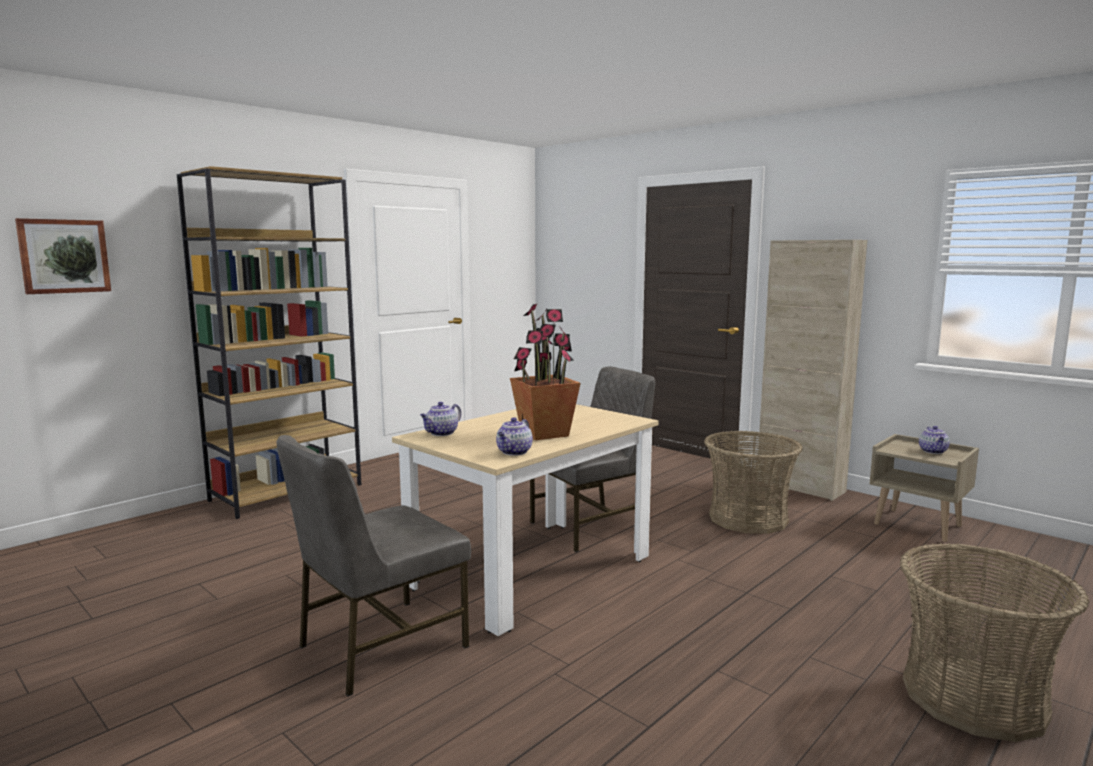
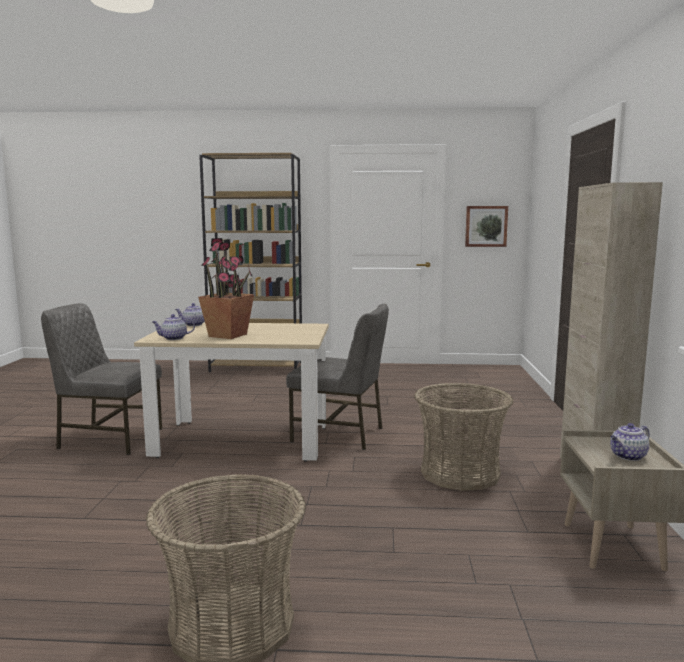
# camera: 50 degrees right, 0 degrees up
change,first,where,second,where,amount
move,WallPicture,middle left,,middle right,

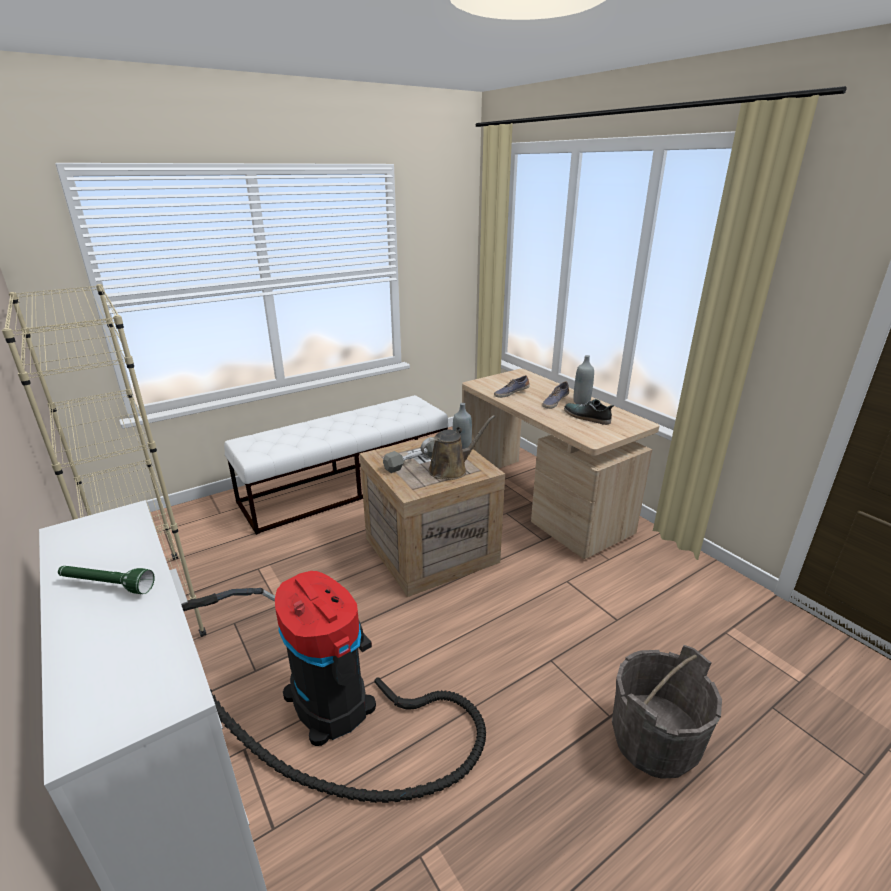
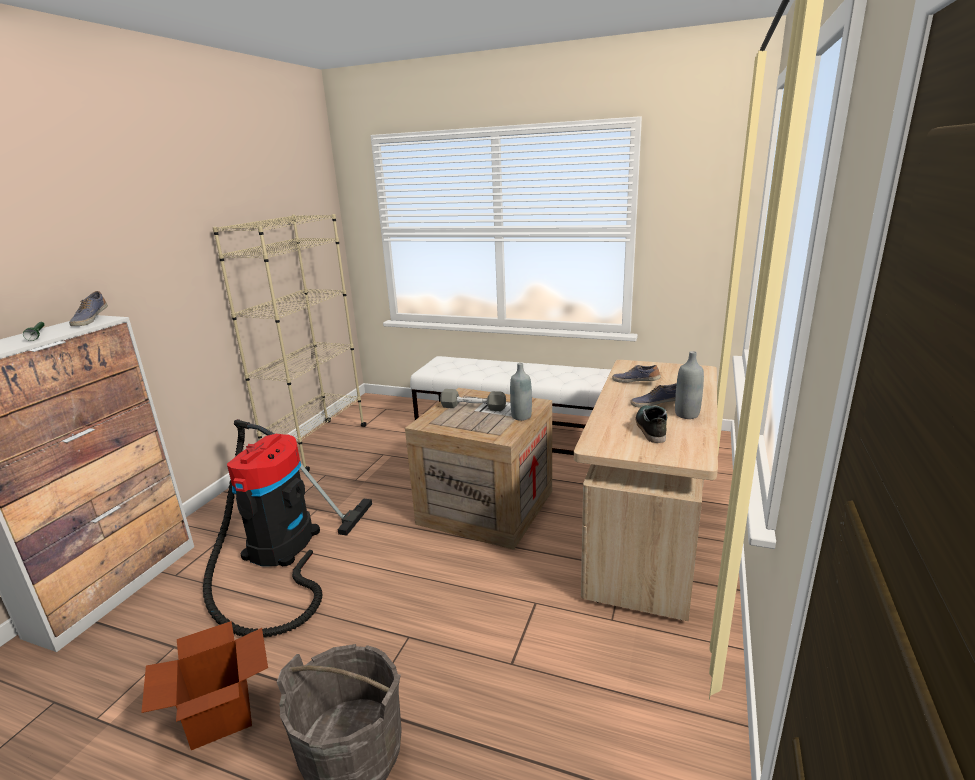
# camera: 55 degrees right, 5 degrees down
change,first,where,second,where,amount
delete,BrownishSprinklingCan,centre,,,
insert,,,LowShoe (1st from left),middle left,
insert,,,PackingBox,bottom left,

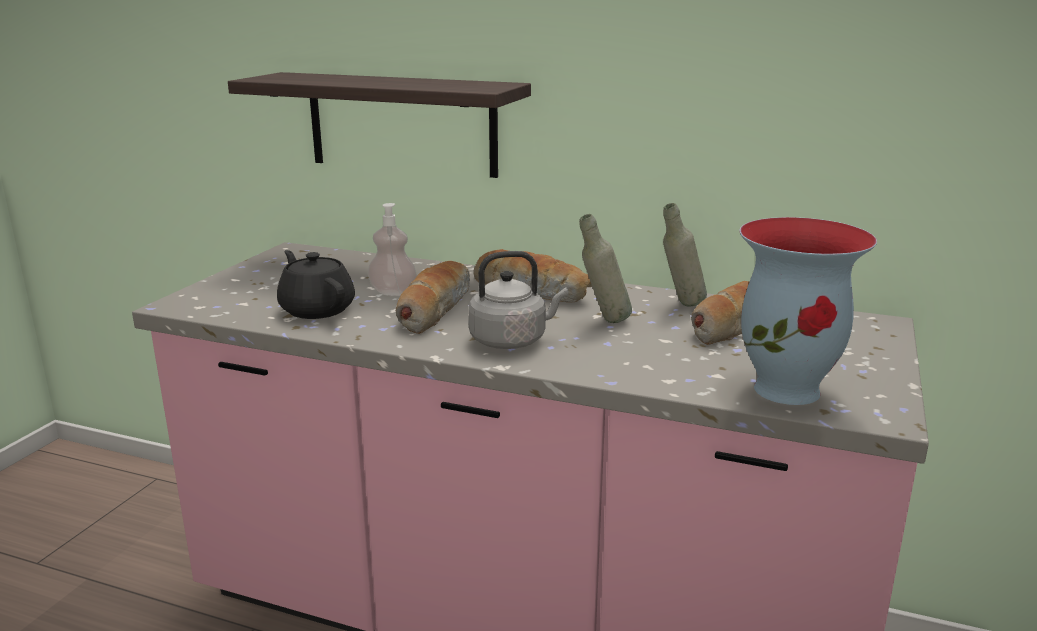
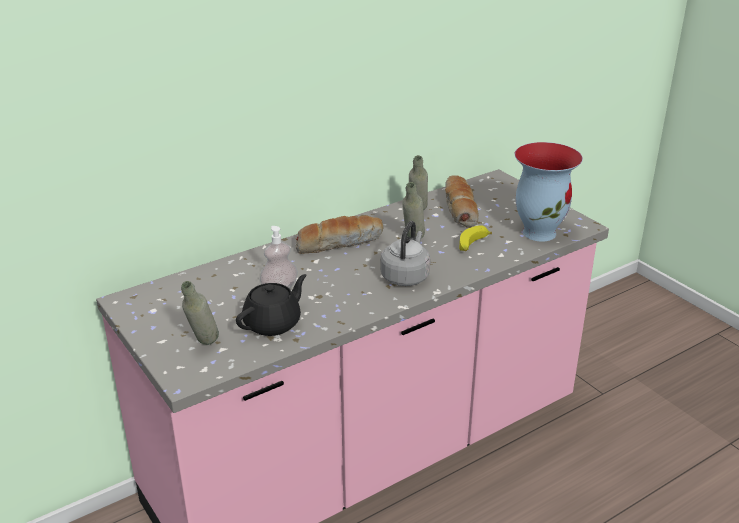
# camera: 55 degrees left, 10 degrees up
change,first,where,second,where,amount
delete,BracketShelf,top centre,,,
delete,Bread (1st from left),centre,,,
insert,,,GreyBeverageBottle (1st from left),middle left,
insert,,,WholeBanana,centre,
rotate,BlackTeapot,middle left,,centre,135 degrees clockwise

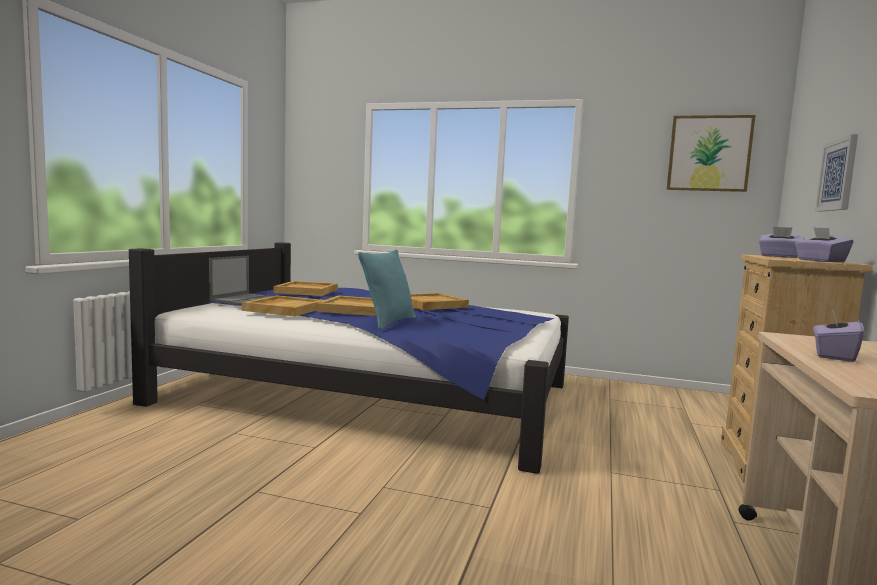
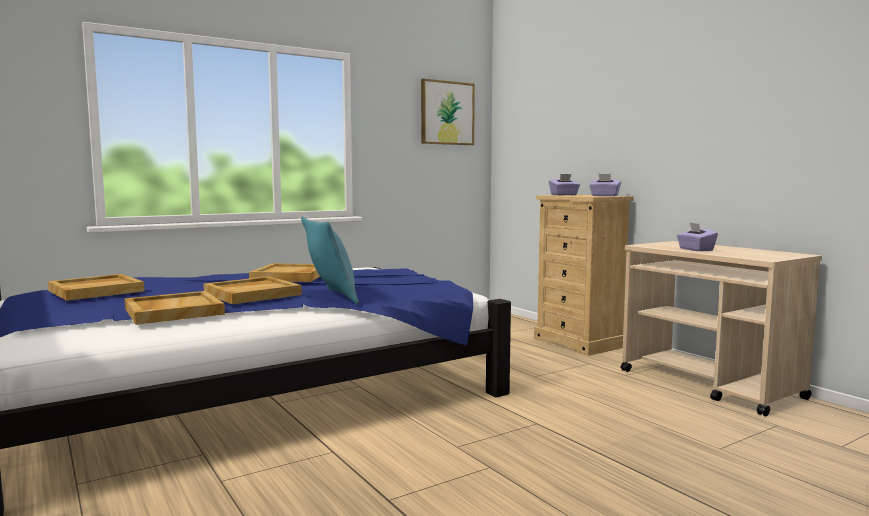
# camera: 50 degrees left, 0 degrees up
change,first,where,second,where,amount
delete,Laptop,middle left,,,
delete,WallPicture (2nd from left),top right,,,

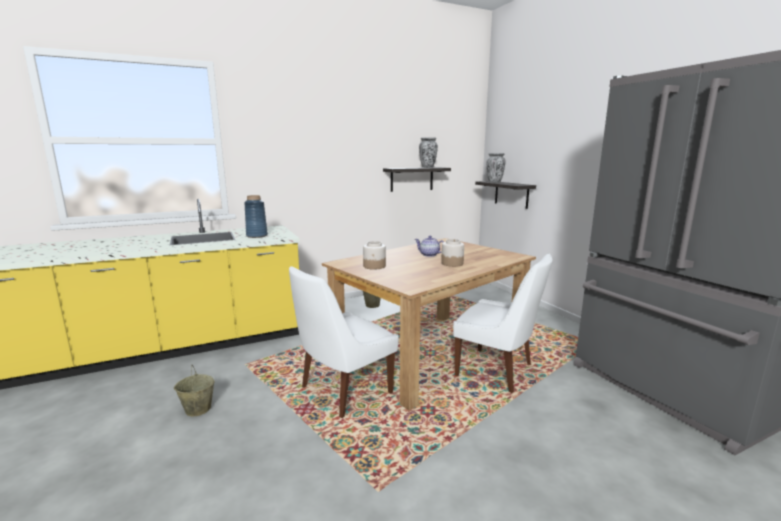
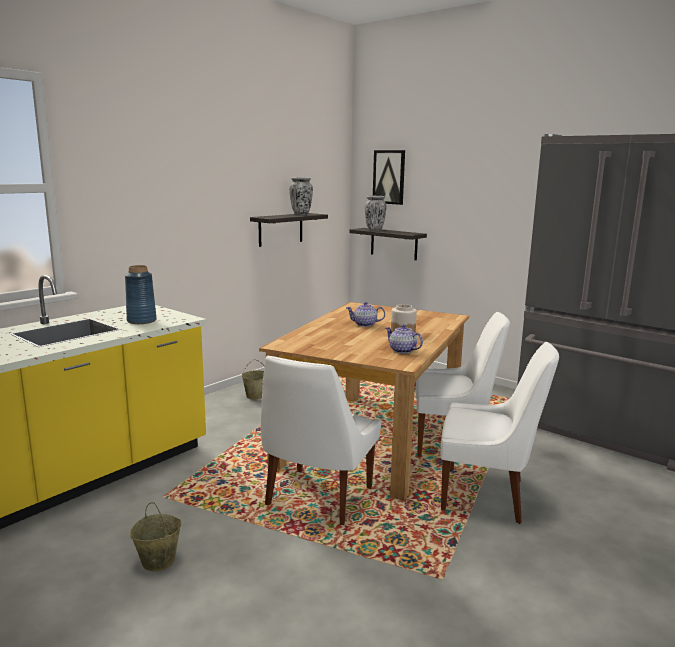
# camera: 25 degrees left, 0 degrees up
change,first,where,second,where,amount
delete,PreserveJar (1st from left),centre,,,
insert,,,WallPicture,top centre,
insert,,,Teapot (2nd from left),centre,
insert,,,WhitishPlainChair (3rd from left),bottom right,

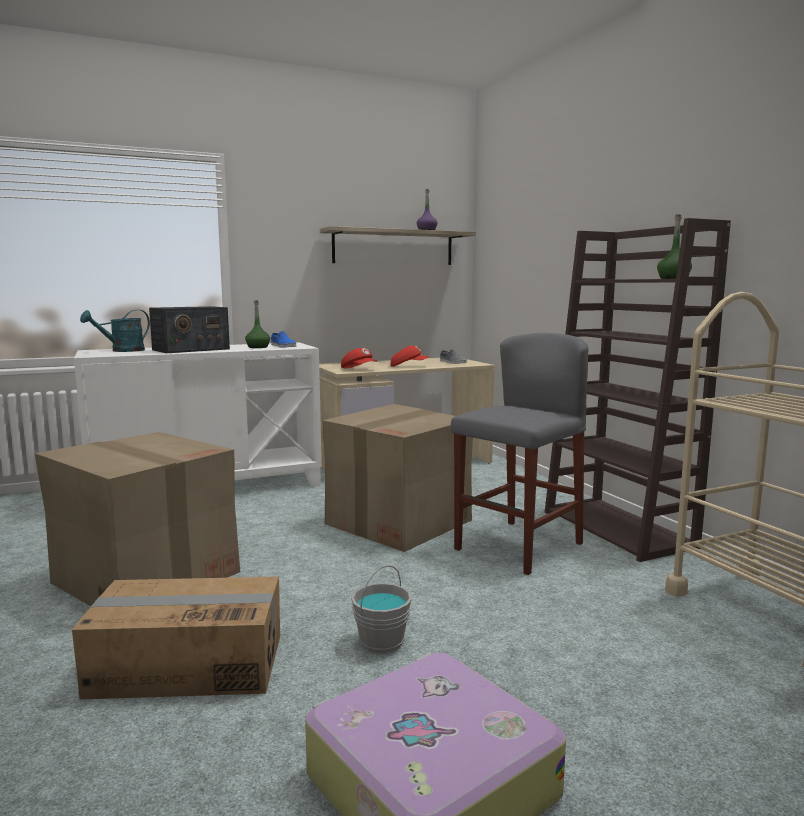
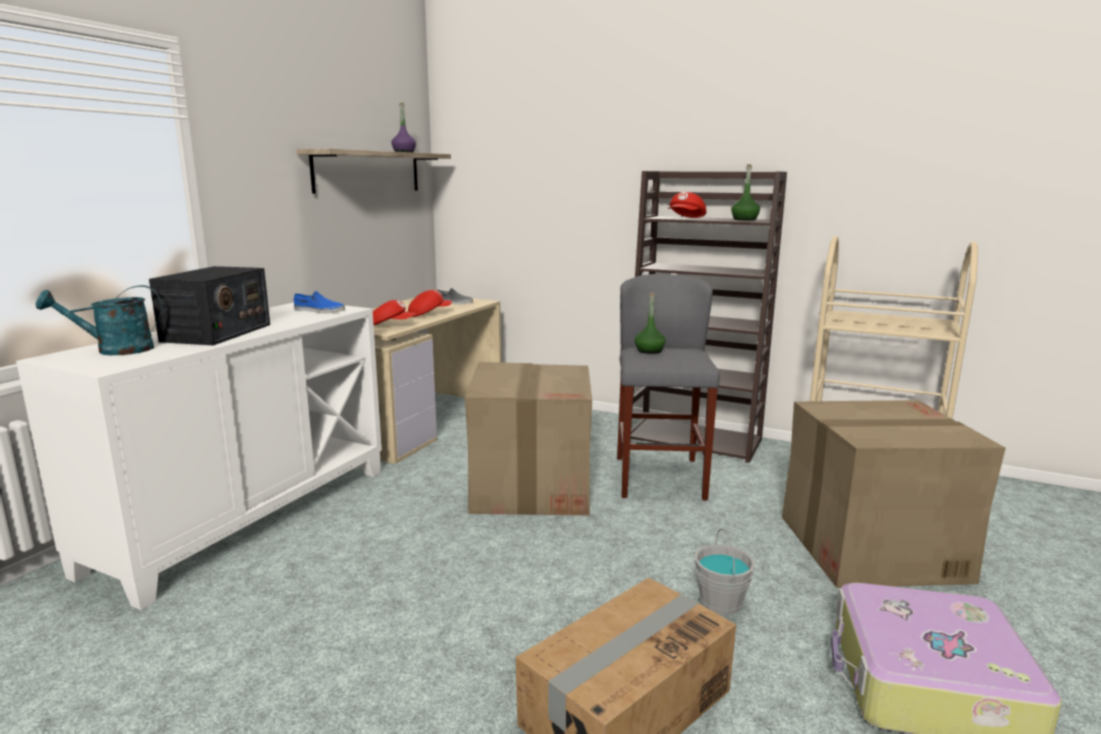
# camera: 40 degrees left, 5 degrees up
change,first,where,second,where,amount
insert,,,RedColouredCap (3rd from left),top centre,
move,PackingBox (1st from left in the first image),middle left,PackingBox (3rd from left),bottom right,
move,GreenColouredBeverageBottle (1st from left),middle left,,centre,
rotate,BlueGreenSprinklingCan,middle left,,middle left,60 degrees clockwise

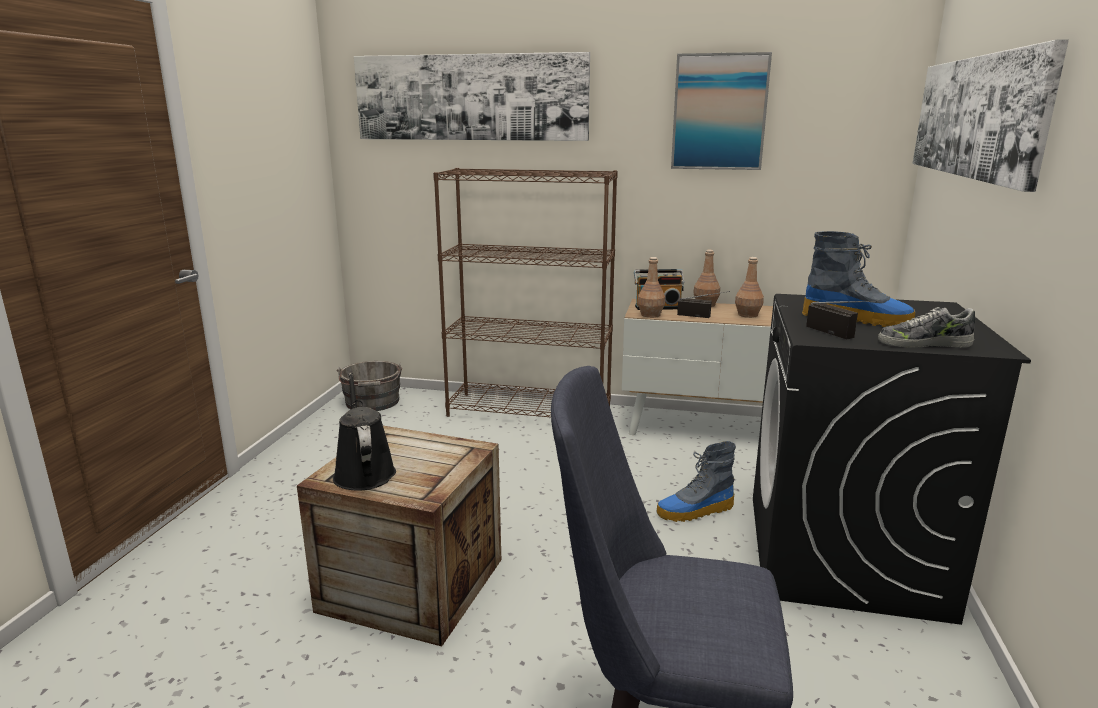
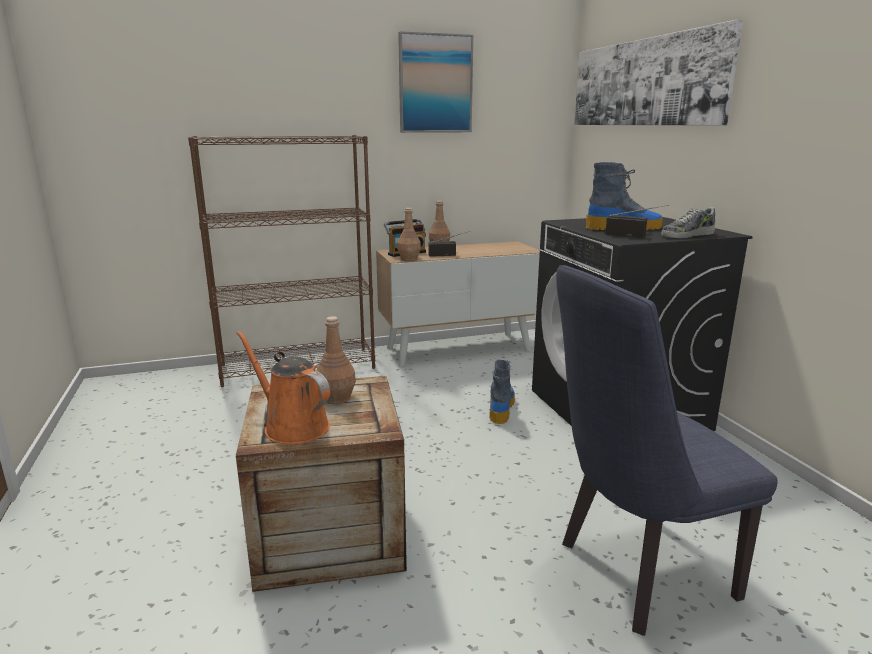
# camera: 30 degrees left, 0 degrees up
change,first,where,second,where,amount
delete,GreyPail,centre,,,
delete,WallPicture (1st from left),top centre,,,
move,BrownishBeverageBottle (3rd from left in the first image),middle right,BrownishBeverageBottle (1st from left),centre,
recolor,BlackSprinklingCan,middle left,OrangeySprinklingCan,middle left,
rotate,Boot (1st from left),bottom centre,,centre,150 degrees clockwise

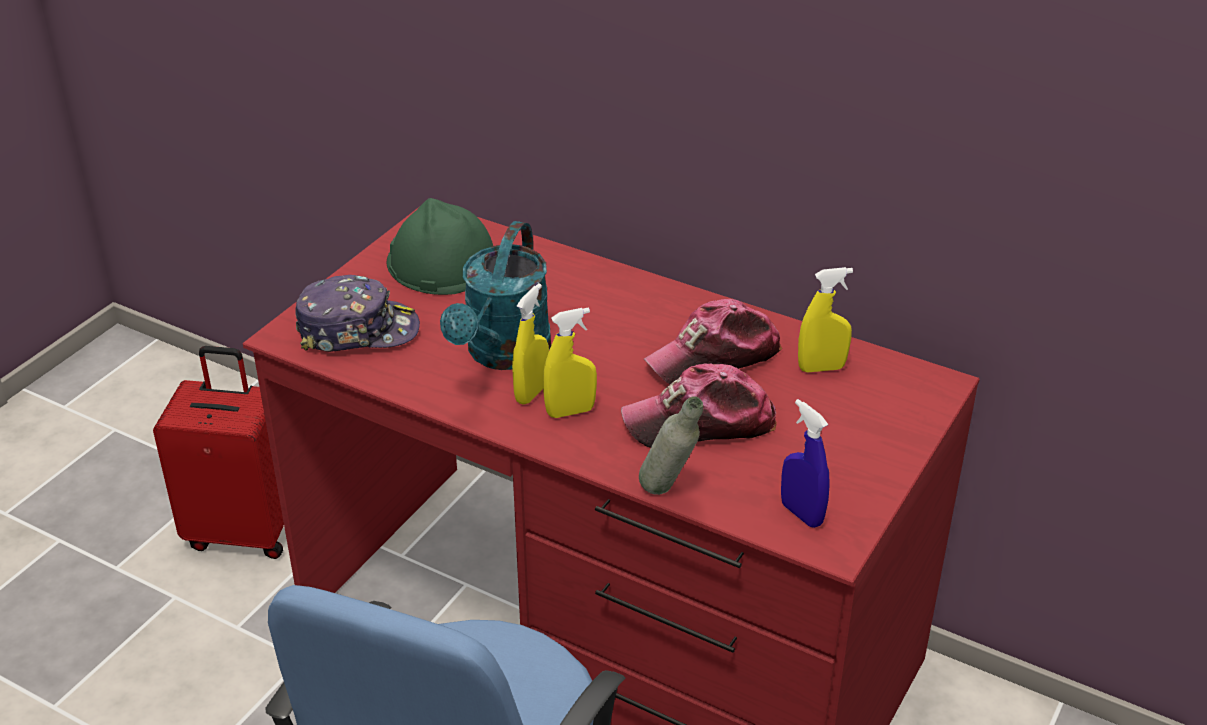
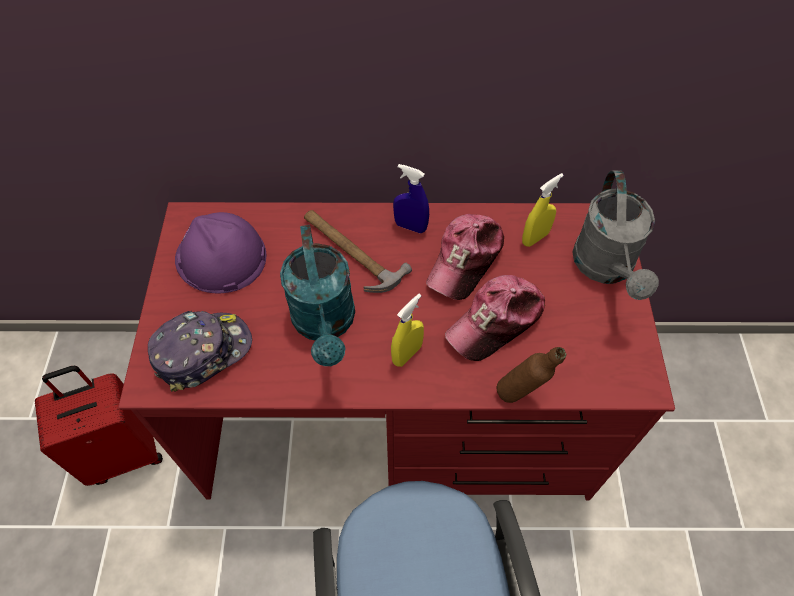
# camera: 30 degrees left, 20 degrees up
change,first,where,second,where,amount
delete,YellowishSprayBottle (1st from left),centre,,,
insert,,,ToolHammer,centre,
insert,,,GreySprinklingCan,middle right,
move,BluishSprayBottle,middle right,,top centre,
recolor,GreenColouredSafetyHelmet,centre,PurplishSafetyHelmet,middle left,
recolor,GreyBeverageBottle,centre,BrownishBeverageBottle,middle right,

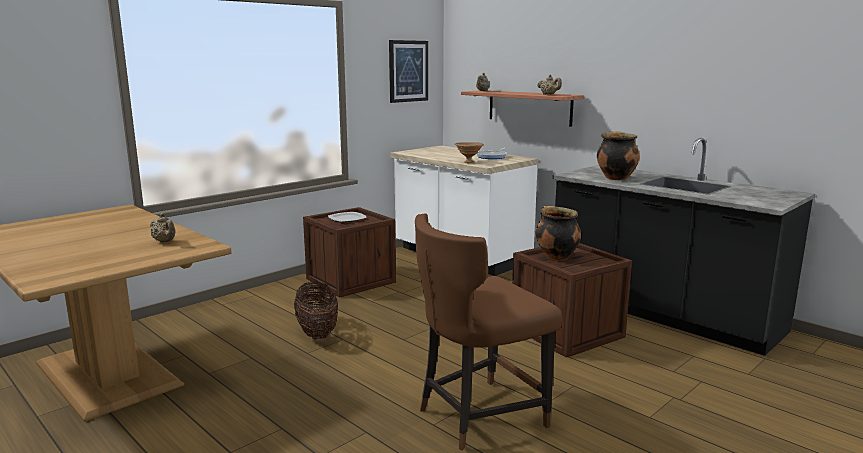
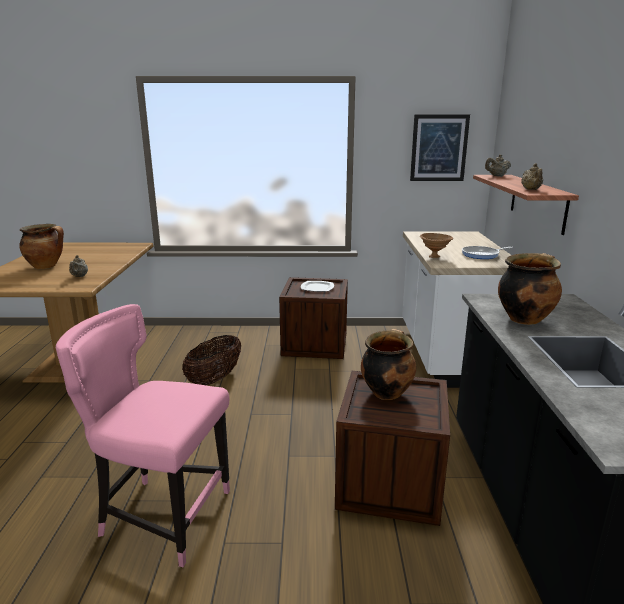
# camera: 45 degrees right, 5 degrees up
change,first,where,second,where,amount
insert,,,Saucepot (1st from left),middle left,
recolor,BrownishPlainChair,bottom centre,PinkPlainChair,bottom left,

